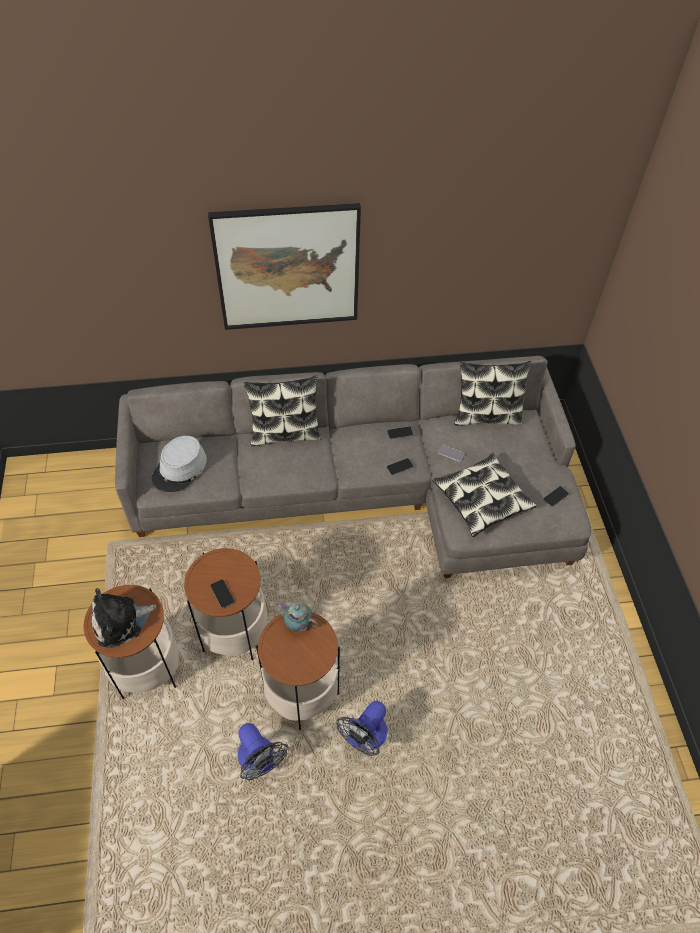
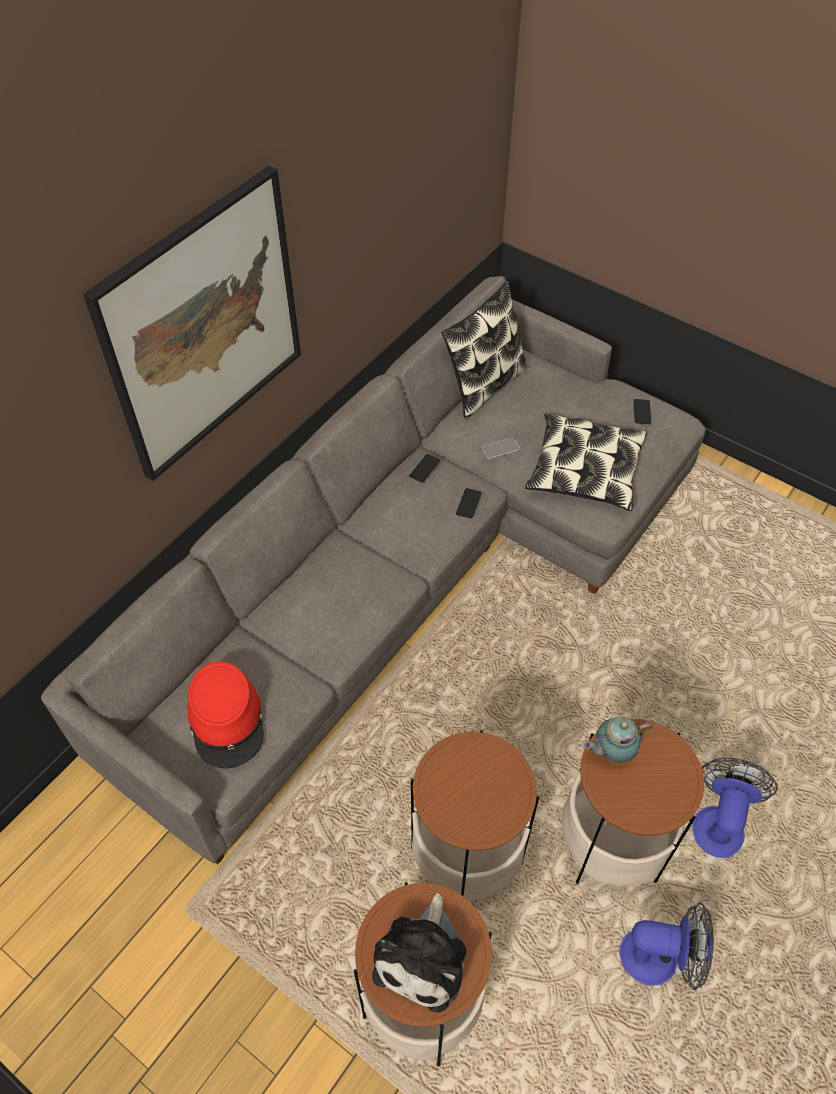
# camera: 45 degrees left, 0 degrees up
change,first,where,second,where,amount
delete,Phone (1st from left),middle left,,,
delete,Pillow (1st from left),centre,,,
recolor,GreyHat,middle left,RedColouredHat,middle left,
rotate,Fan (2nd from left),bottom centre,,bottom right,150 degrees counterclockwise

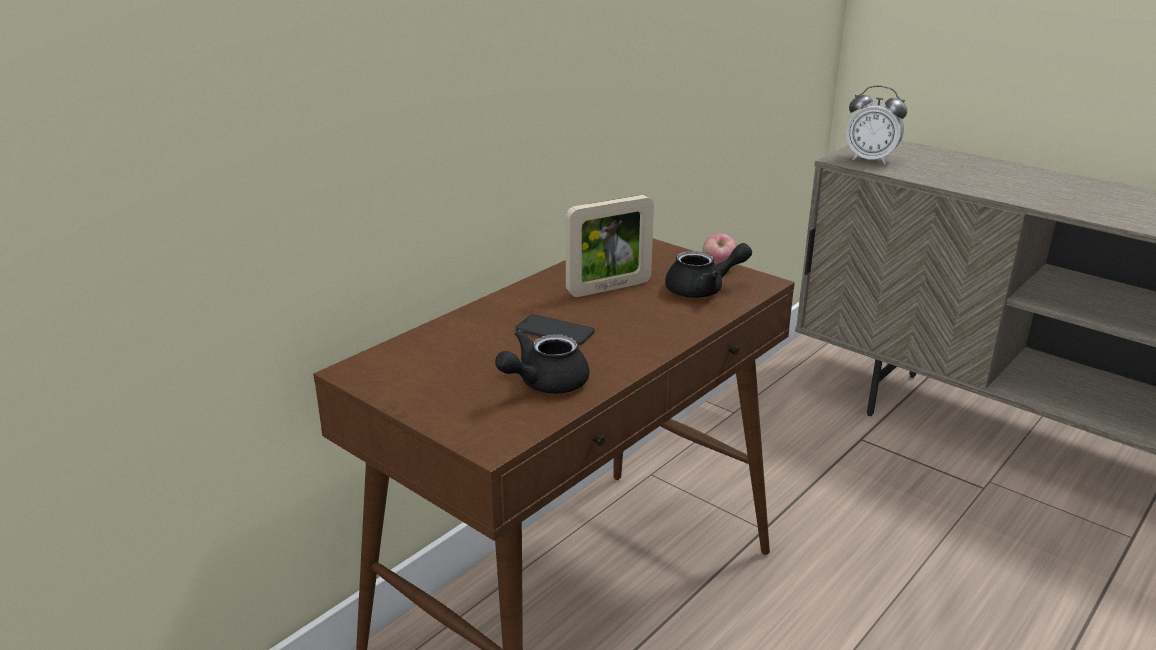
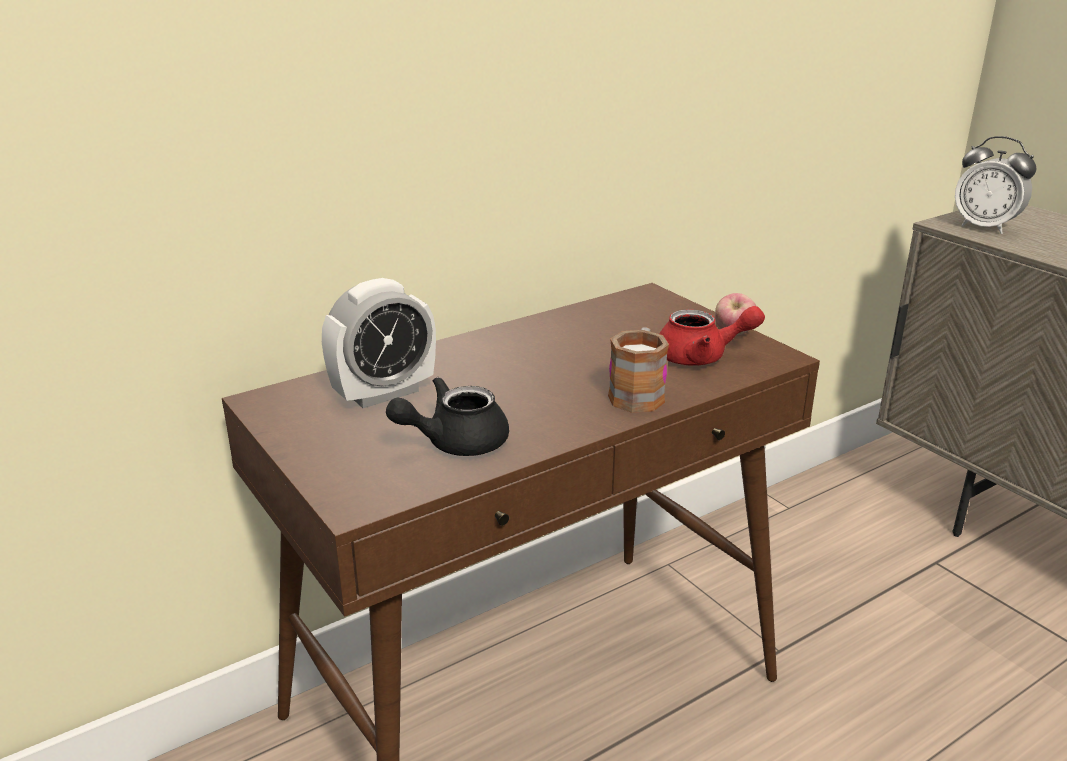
# camera: 15 degrees right, 0 degrees up
change,first,where,second,where,amount
delete,Phone,centre,,,
delete,PhotoFrame,centre,,,
insert,,,BedsideClock (1st from left),centre,
insert,,,CoffeeMug,centre,
recolor,BlackTeapot (2nd from left),centre,RedColouredTeapot,middle right,

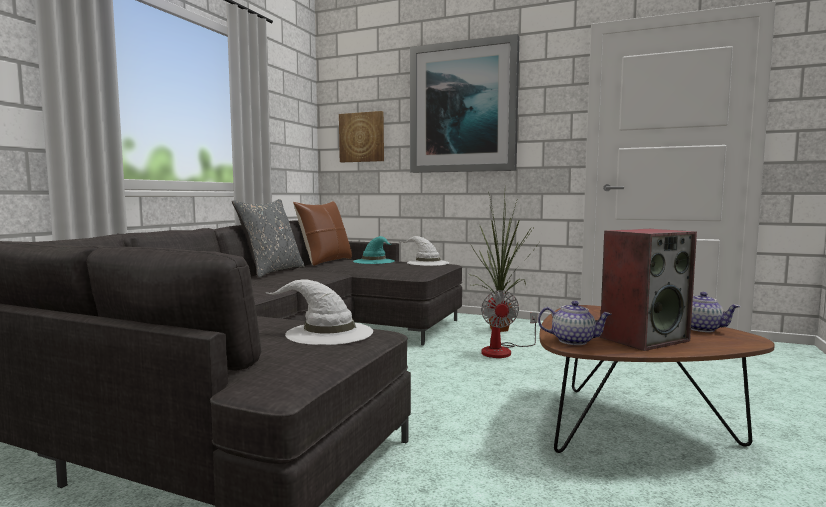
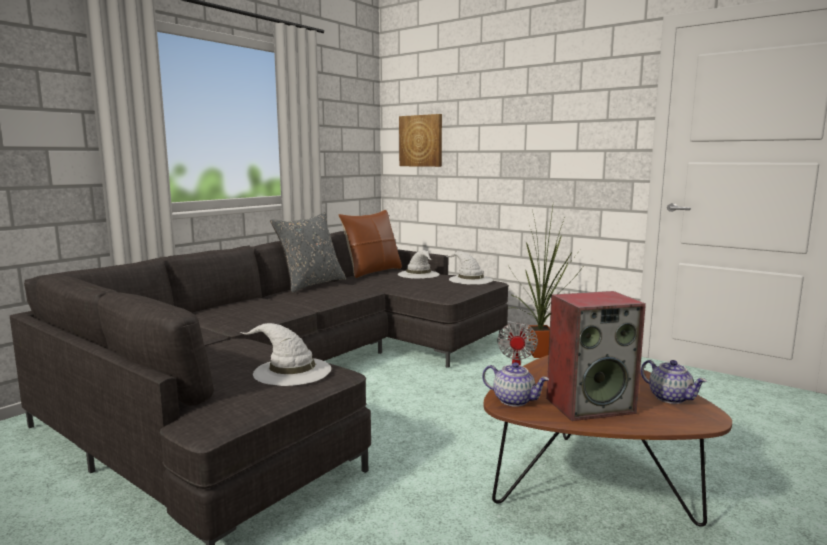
# camera: 15 degrees right, 5 degrees up
change,first,where,second,where,amount
delete,WallPicture (2nd from left),top centre,,,
recolor,BlueGreenHat,centre,WhitishHat (2nd from left),centre,

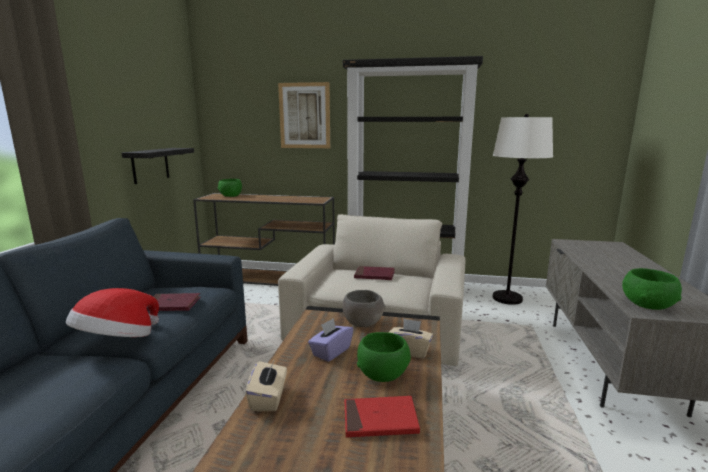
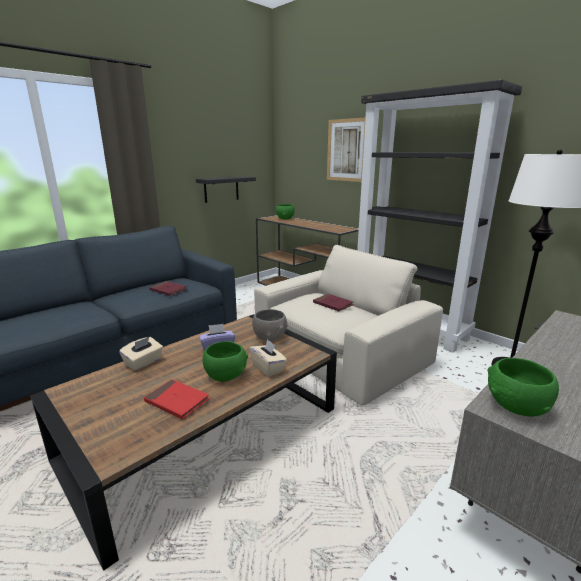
# camera: 35 degrees right, 5 degrees up
change,first,where,second,where,amount
delete,Hat,middle left,,,

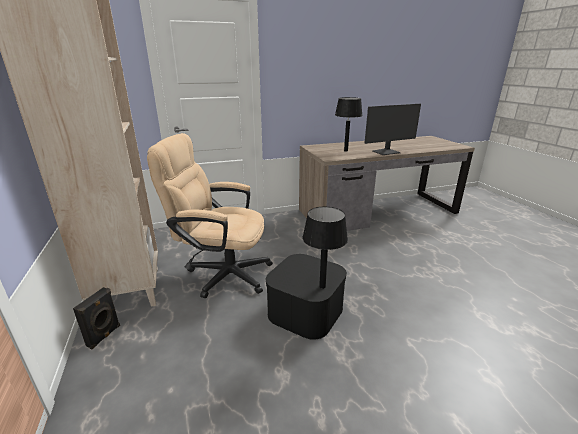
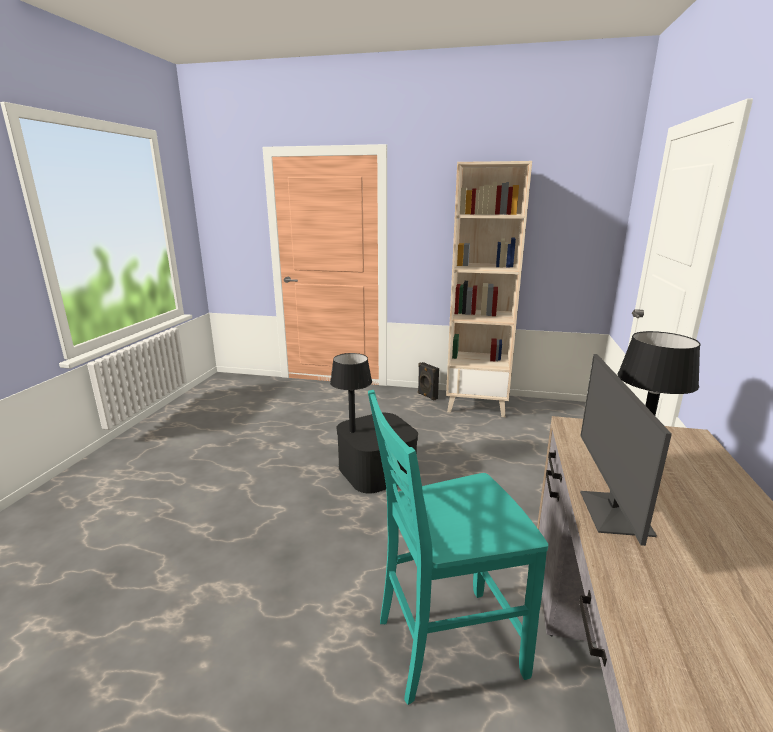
# camera: 120 degrees right, 5 degrees down
change,first,where,second,where,amount
delete,BeigeComputerChair,centre,,,
insert,,,BlueGreenPlainChair,bottom centre,

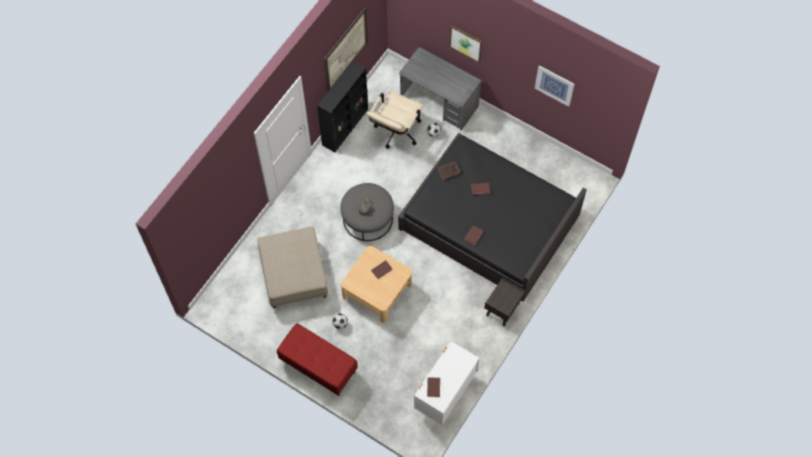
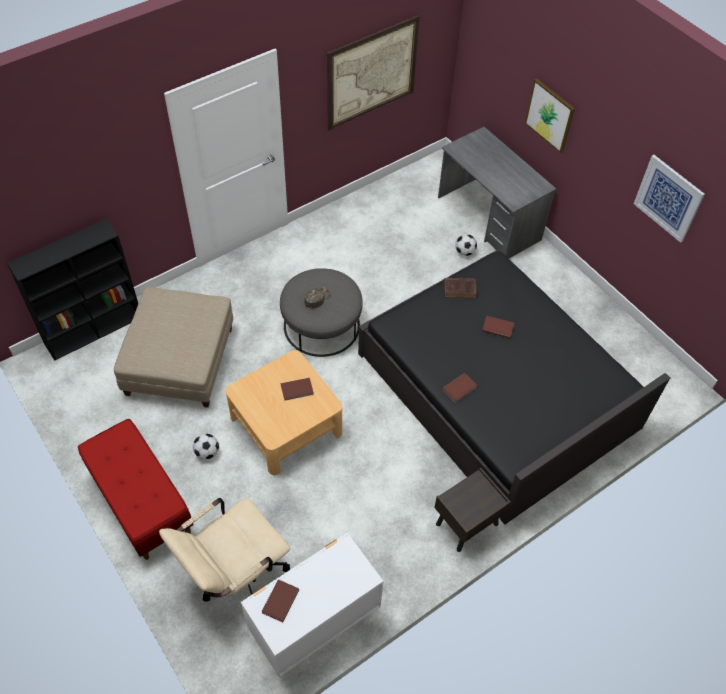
# camera: 20 degrees right, 10 degrees down
change,first,where,second,where,amount
move,BlackBookcase,top centre,,middle left,
move,BeigeComputerChair,top centre,,bottom left,

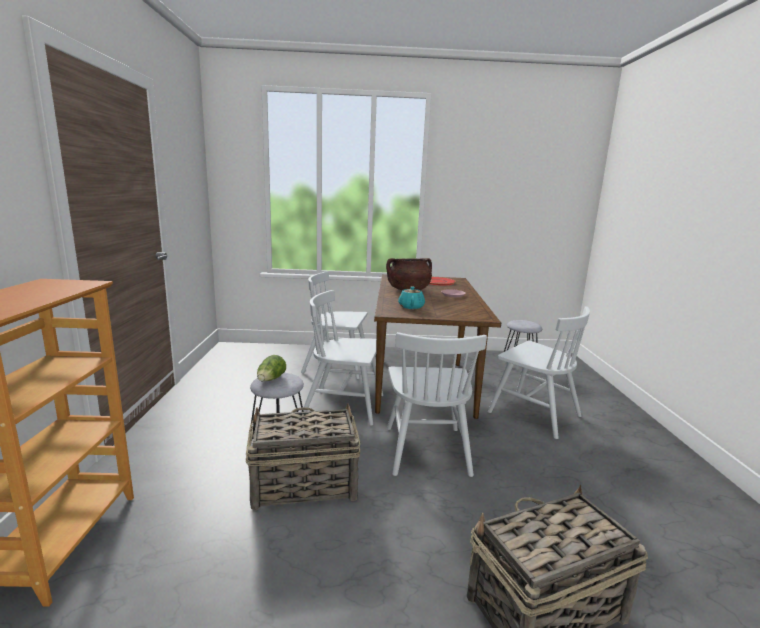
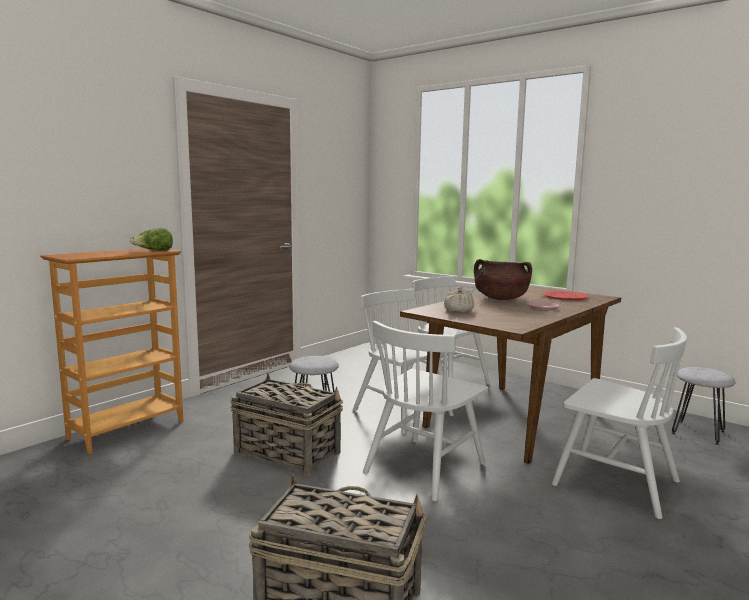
# camera: 40 degrees right, 5 degrees down
change,first,where,second,where,amount
move,Lettuce,centre,,middle left,
recolor,BlueGreenTeapot,centre,BeigeTeapot,centre,
rotate,WhitishPlainChair (4th from left),middle right,,bottom right,45 degrees counterclockwise

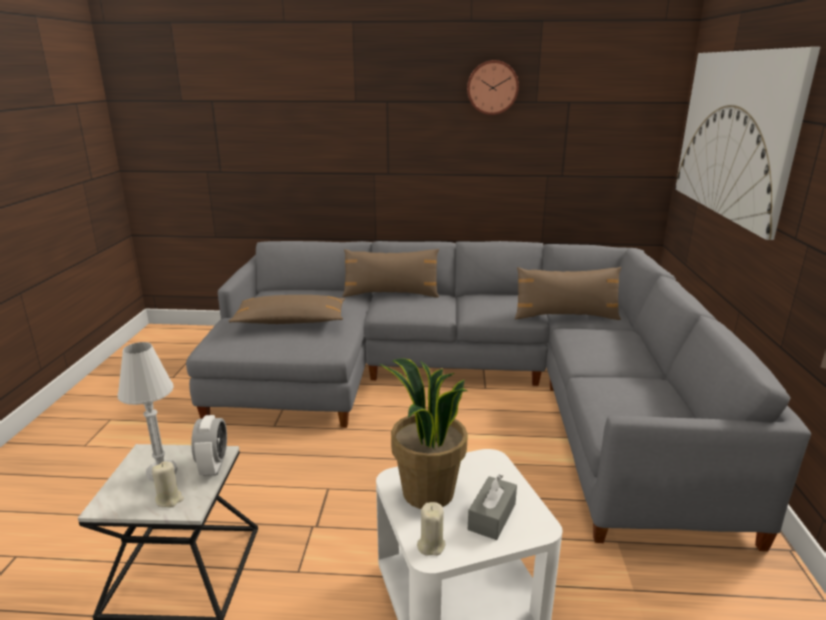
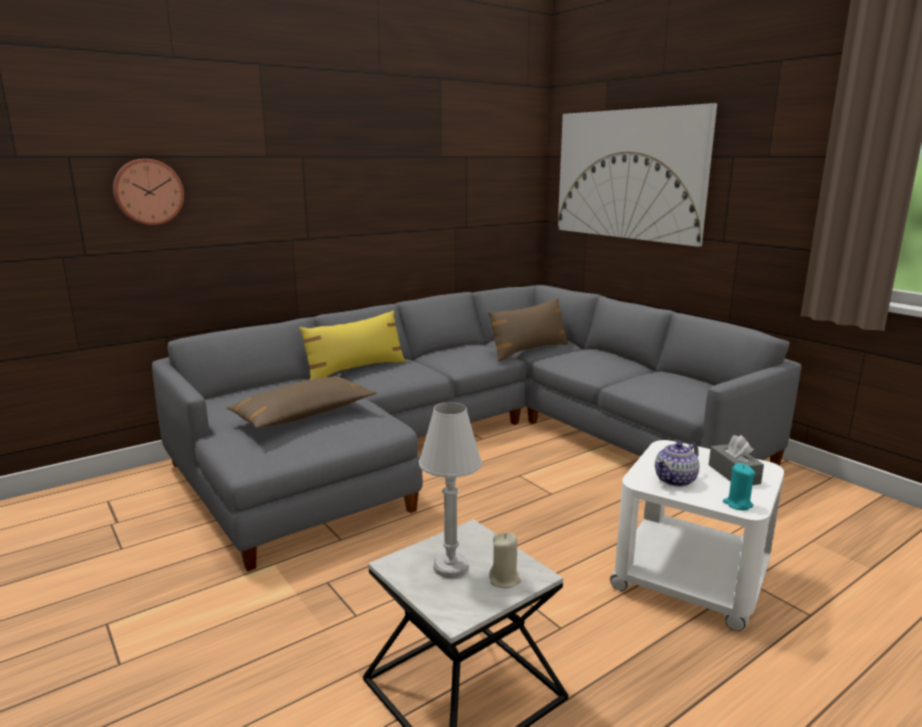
# camera: 40 degrees left, 5 degrees down
change,first,where,second,where,amount
delete,BedsideClock,bottom left,,,
move,WallClock,top centre,,top left,
replace,PottedPlant,bottom centre,Teapot,middle right,
recolor,BrownishPillow (2nd from left),centre,YellowishPillow,centre,
recolor,BeigeWaxCandle (2nd from left),bottom centre,BlueGreenWaxCandle,bottom right,

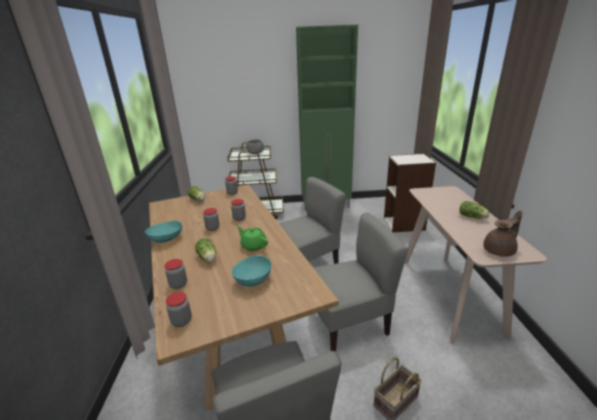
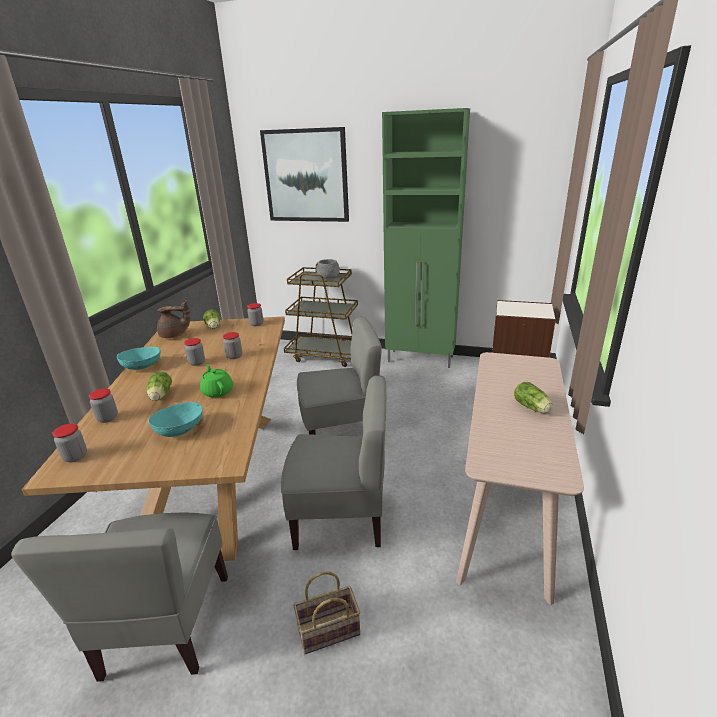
# camera: 20 degrees right, 0 degrees up
change,first,where,second,where,amount
insert,,,WallPicture,top centre,
move,BrownishTeapot,middle right,,middle left,

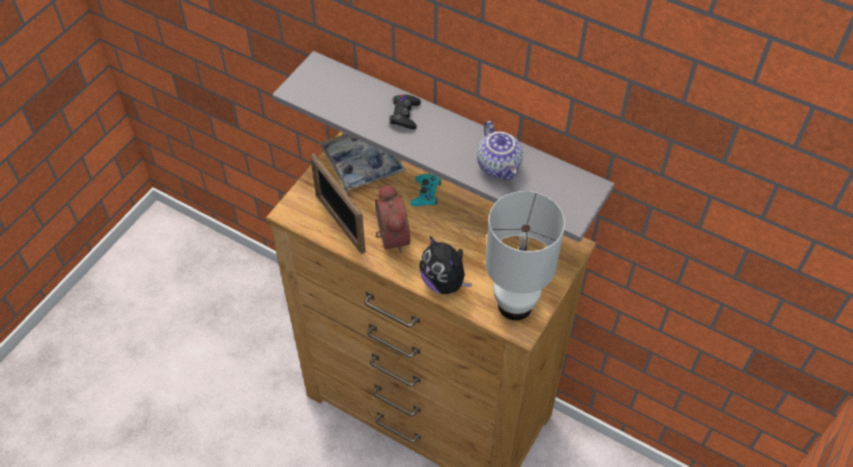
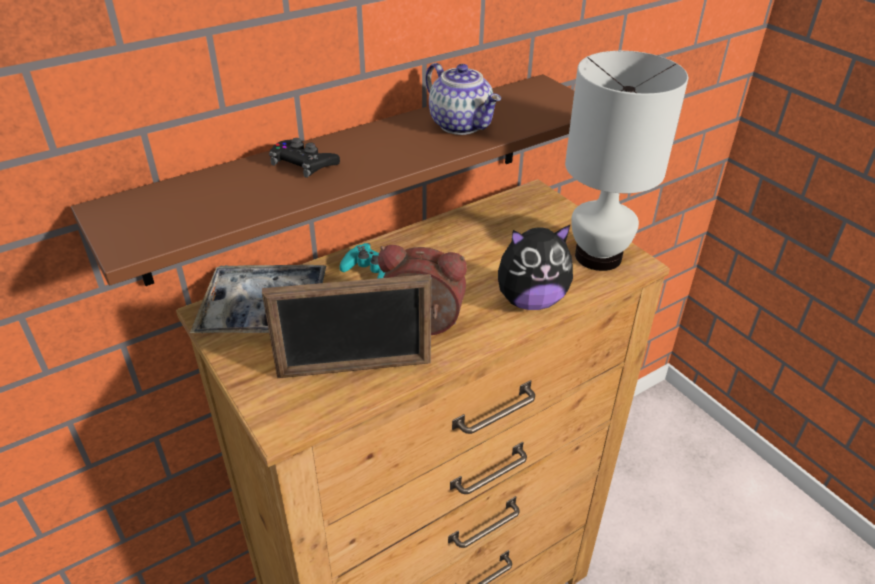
# camera: 65 degrees left, 15 degrees down
change,first,where,second,where,amount
recolor,GreyBracketShelf,top centre,BrownishBracketShelf,top centre,
rotate,Teapot,top centre,,top centre,45 degrees clockwise

